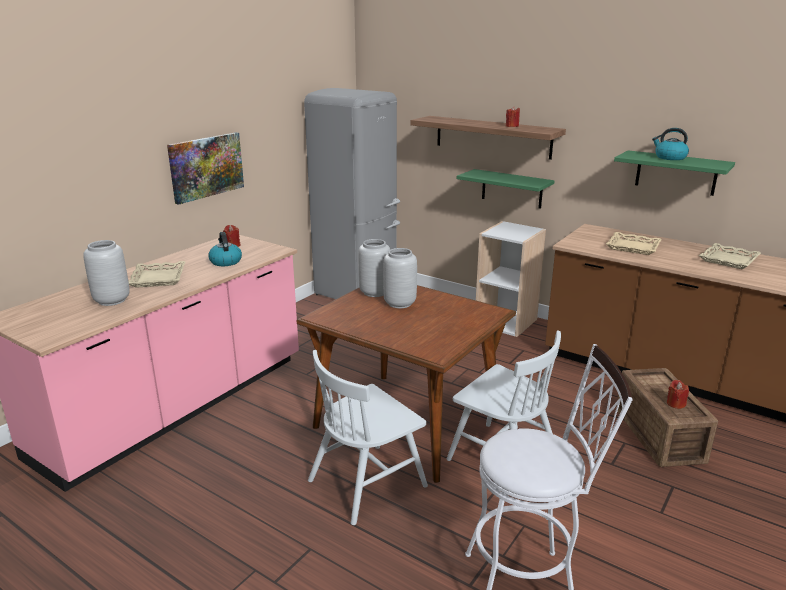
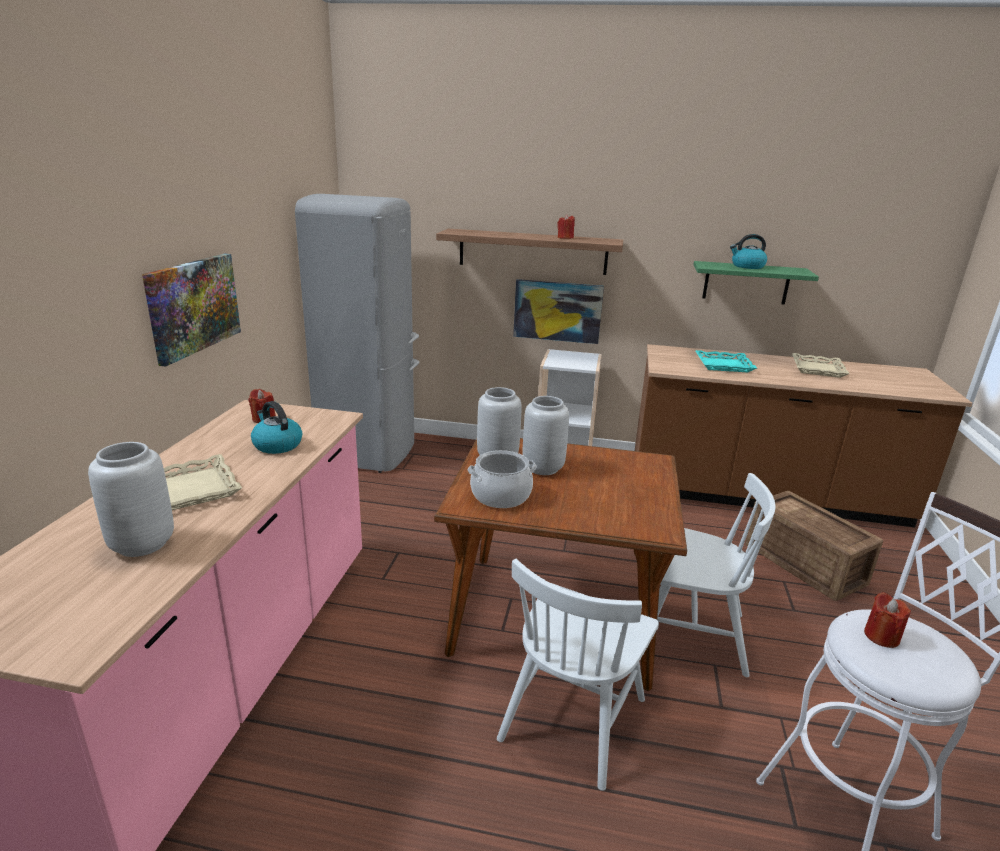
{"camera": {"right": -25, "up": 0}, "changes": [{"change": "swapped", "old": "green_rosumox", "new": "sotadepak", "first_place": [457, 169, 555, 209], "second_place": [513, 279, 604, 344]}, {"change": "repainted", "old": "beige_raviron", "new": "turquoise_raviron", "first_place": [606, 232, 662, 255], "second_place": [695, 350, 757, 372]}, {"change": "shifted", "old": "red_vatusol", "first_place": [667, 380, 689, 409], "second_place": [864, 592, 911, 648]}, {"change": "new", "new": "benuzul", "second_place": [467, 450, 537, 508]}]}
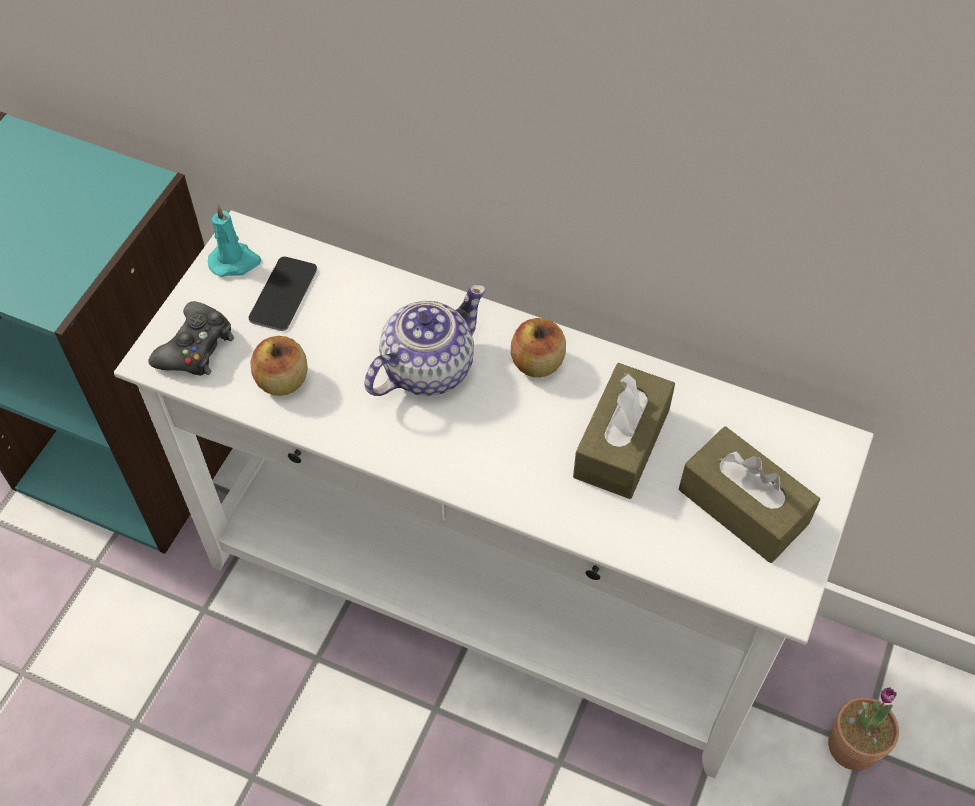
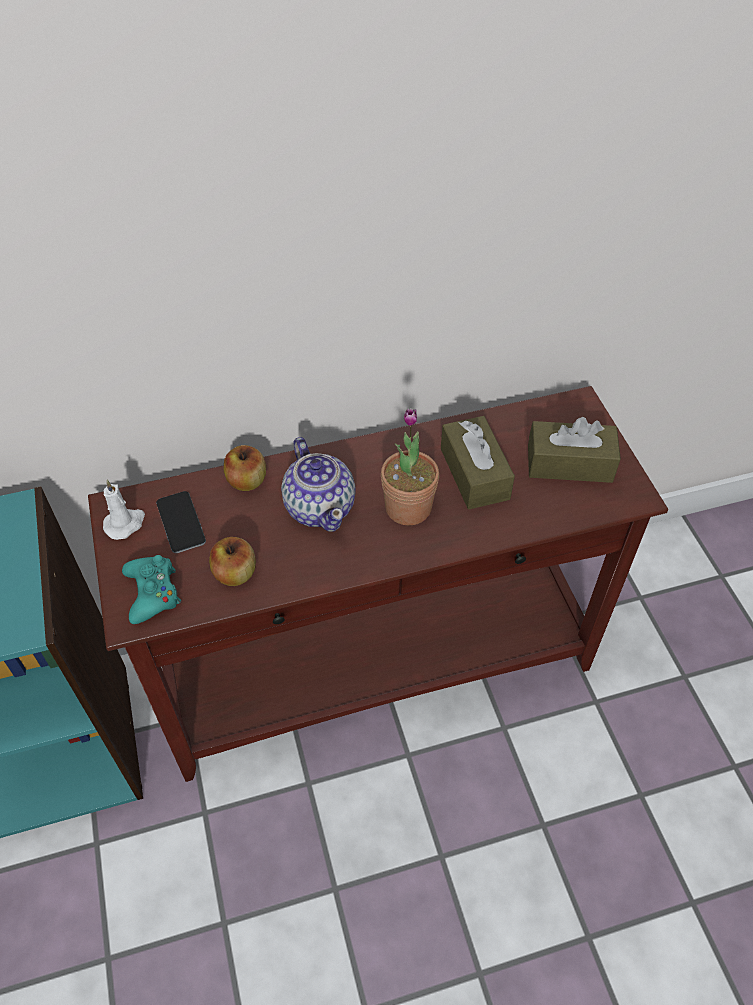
{"camera": {"right": -40, "up": -5}, "changes": [{"change": "repainted", "old": "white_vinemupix", "new": "brown_vinemupix", "first_place": [114, 210, 874, 778], "second_place": [88, 386, 668, 782]}, {"change": "repainted", "old": "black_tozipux", "new": "turquoise_tozipux", "first_place": [148, 301, 234, 376], "second_place": [122, 555, 181, 624]}, {"change": "repainted", "old": "turquoise_vatusol", "new": "white_vatusol", "first_place": [208, 205, 261, 277], "second_place": [103, 480, 145, 540]}, {"change": "rotated", "old": "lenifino", "first_place": [365, 284, 486, 396], "second_place": [281, 437, 356, 532], "degrees": 150}, {"change": "shifted", "old": "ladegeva", "first_place": [511, 318, 566, 377], "second_place": [224, 445, 266, 491]}, {"change": "shifted", "old": "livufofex", "first_place": [828, 687, 899, 770], "second_place": [381, 408, 439, 526]}]}
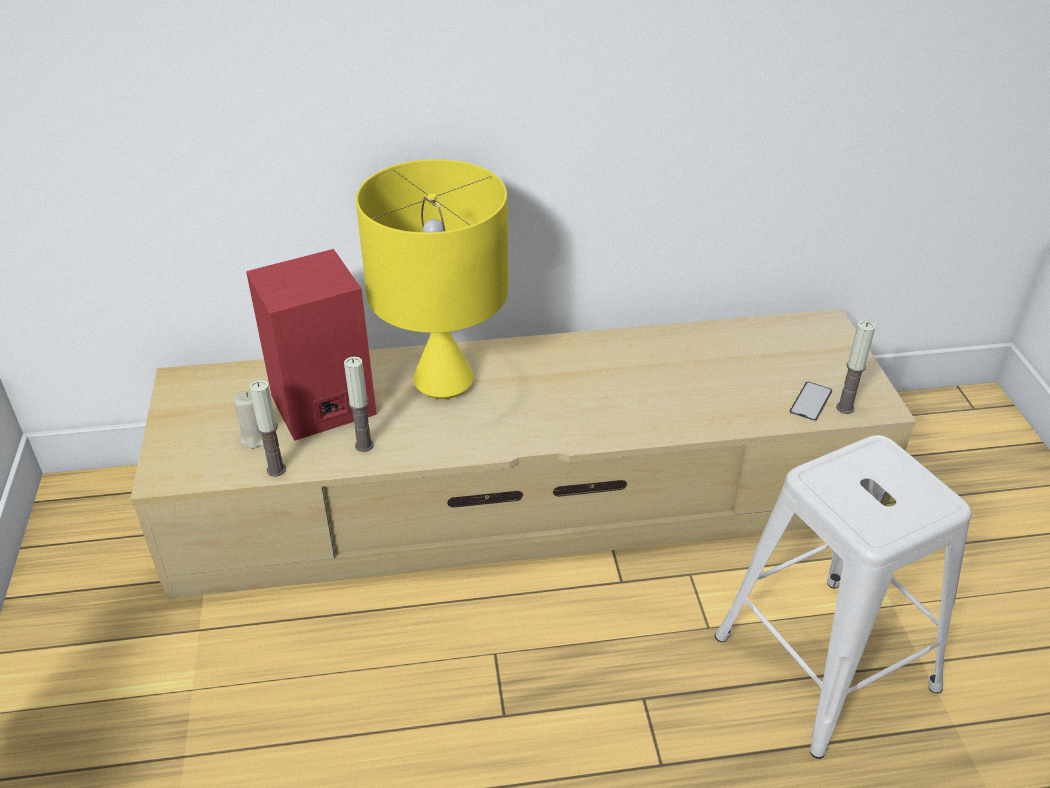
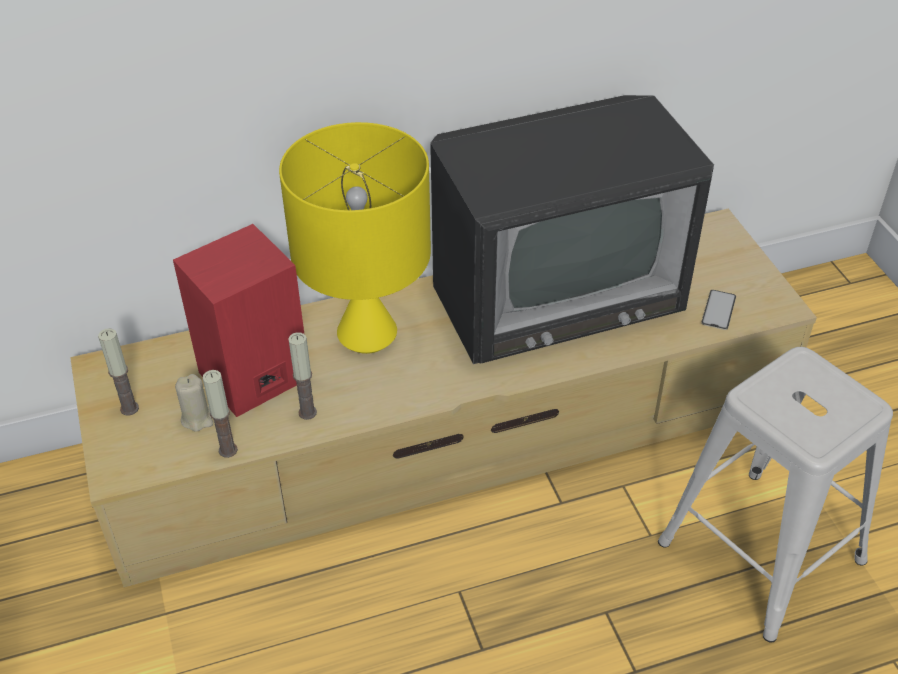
{"camera": {"right": -10, "up": 5}, "changes": [{"change": "shifted", "old": "vatusol", "first_place": [836, 321, 876, 414], "second_place": [98, 328, 139, 416]}, {"change": "new", "new": "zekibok", "second_place": [430, 95, 714, 364]}]}
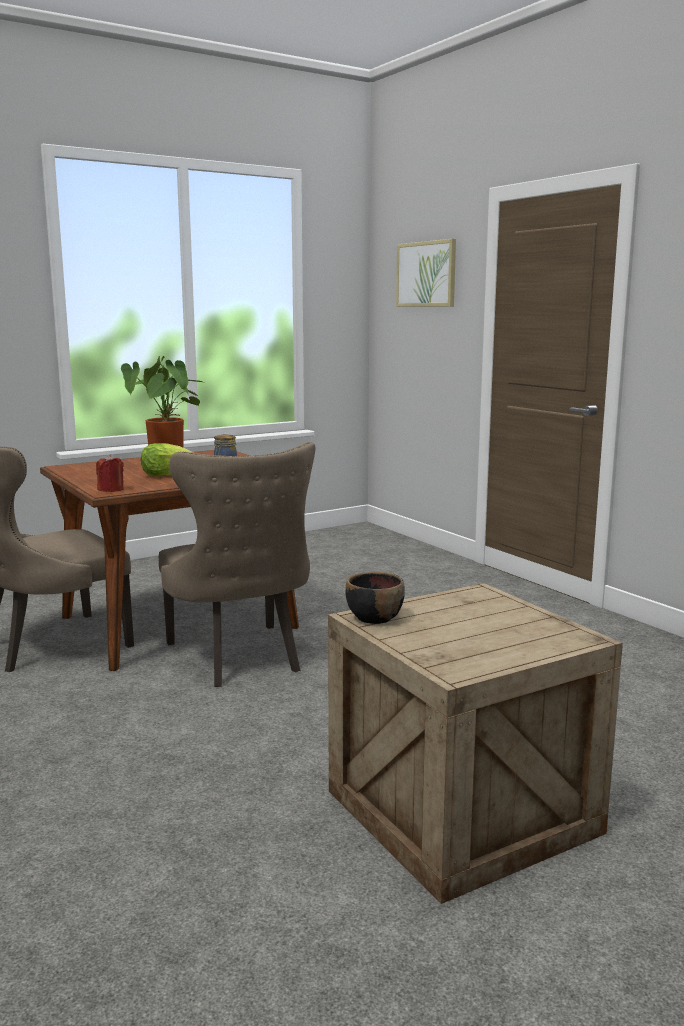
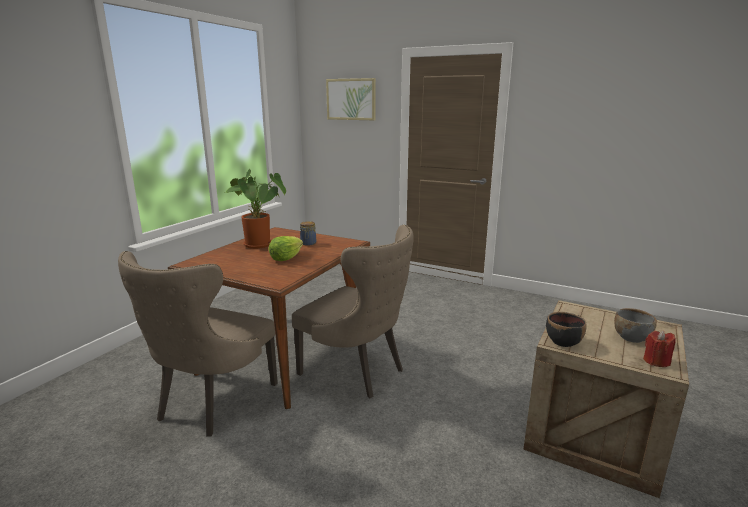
{"camera": {"right": -30, "up": 5}, "changes": [{"change": "shifted", "old": "red_vatusol", "first_place": [96, 454, 124, 492], "second_place": [643, 331, 676, 367]}, {"change": "new", "new": "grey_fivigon", "second_place": [614, 308, 657, 343]}]}
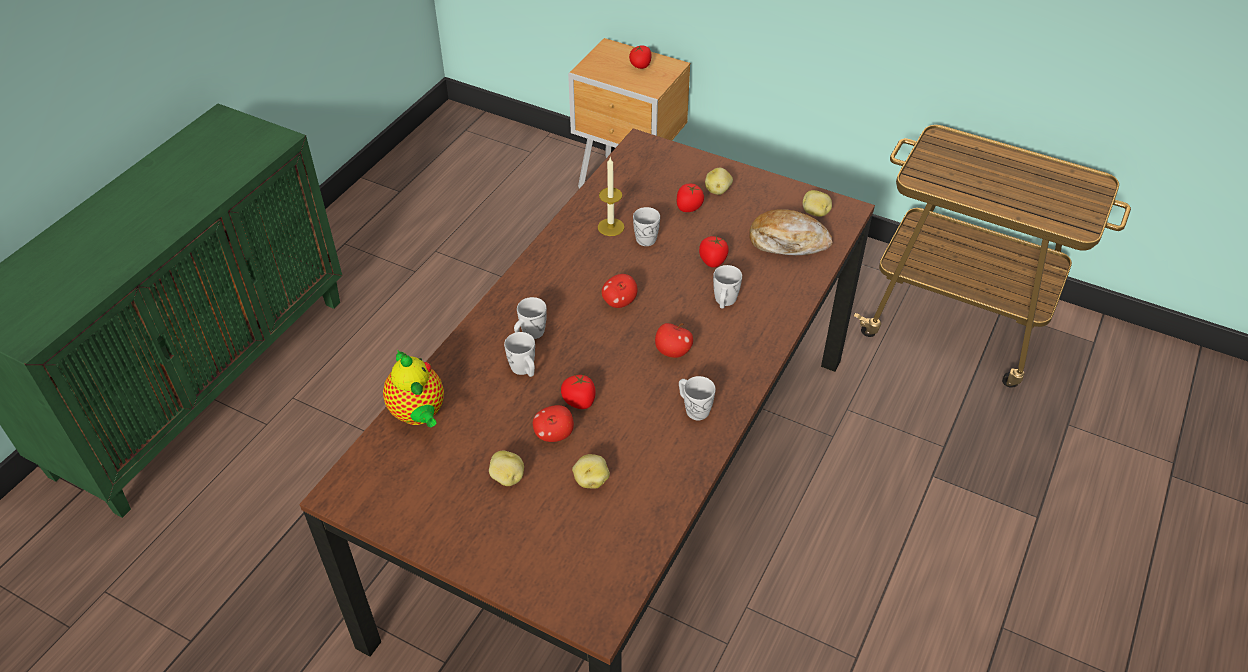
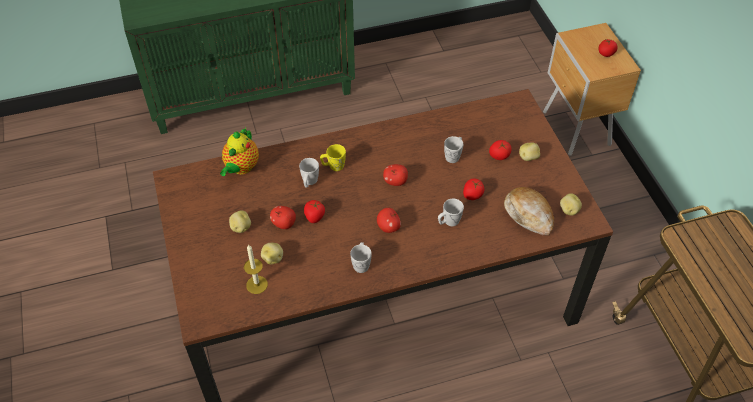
{"camera": {"right": 45, "up": 5}, "changes": [{"change": "repainted", "old": "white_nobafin", "new": "yellow_nobafin", "first_place": [514, 297, 547, 339], "second_place": [320, 144, 346, 171]}, {"change": "shifted", "old": "vatusol", "first_place": [598, 158, 624, 236], "second_place": [244, 245, 268, 294]}]}
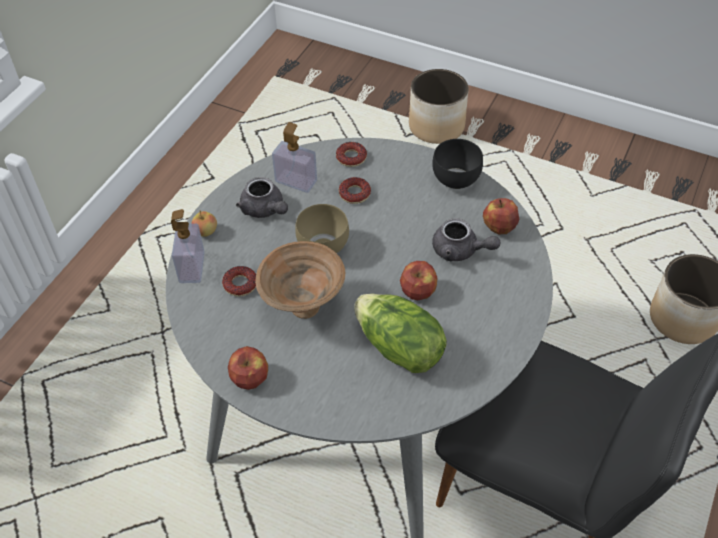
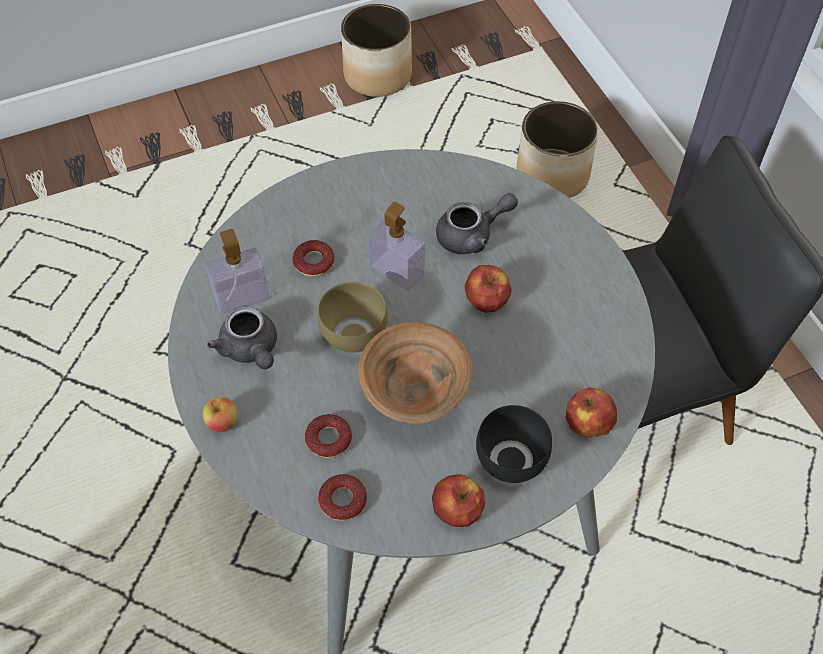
{"camera": {"right": -50, "up": 5}, "changes": [{"change": "shifted", "old": "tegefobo", "first_place": [171, 209, 205, 283], "second_place": [369, 202, 425, 291]}, {"change": "rotated", "old": "grey_lenifino", "first_place": [236, 177, 288, 218], "second_place": [207, 306, 277, 369], "degrees": 60}, {"change": "shifted", "old": "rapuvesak", "first_place": [336, 142, 367, 167], "second_place": [318, 474, 367, 521]}, {"change": "gone", "old": "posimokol", "first_place": [354, 294, 447, 373]}, {"change": "shifted", "old": "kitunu", "first_place": [409, 69, 469, 144], "second_place": [341, 4, 412, 97]}, {"change": "shifted", "old": "black_fivigon", "first_place": [432, 139, 483, 189], "second_place": [476, 405, 552, 483]}, {"change": "shifted", "old": "ladegeva", "first_place": [483, 198, 519, 234], "second_place": [566, 387, 617, 437]}]}
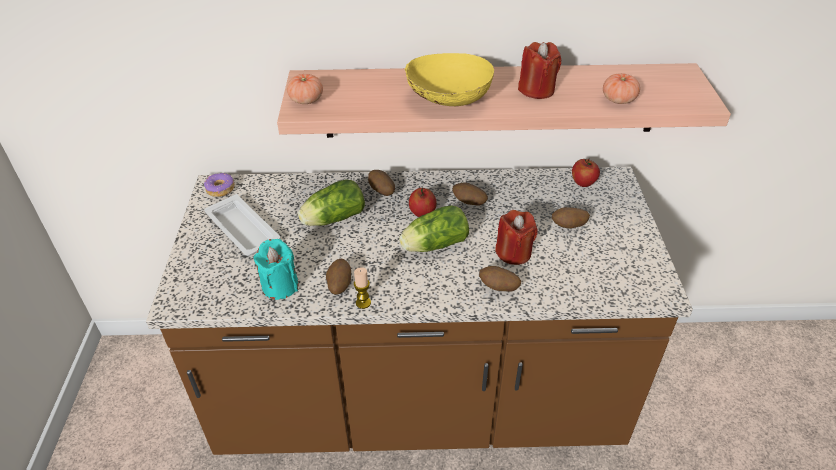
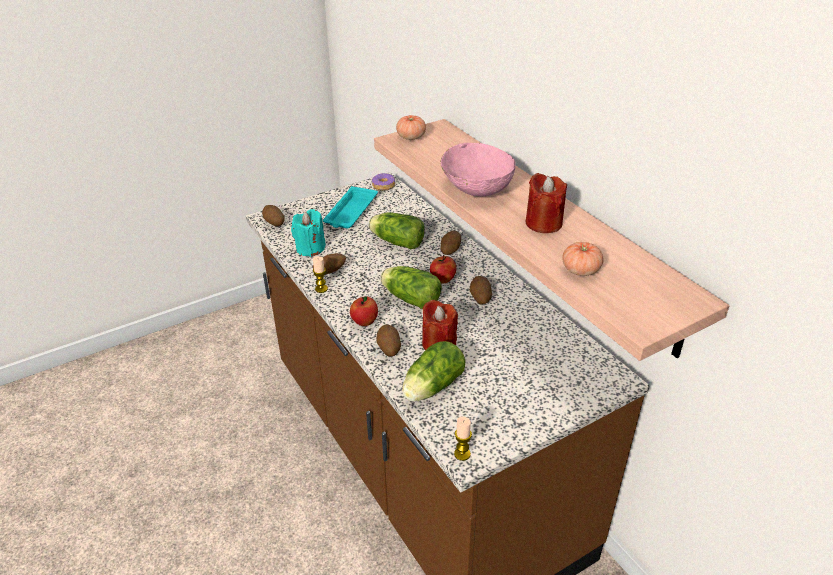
{"camera": {"right": 60, "up": -5}, "changes": [{"change": "repainted", "old": "white_raviron", "new": "turquoise_raviron", "first_place": [204, 194, 280, 256], "second_place": [323, 186, 378, 228]}, {"change": "repainted", "old": "yellow_fivigon", "new": "pink_fivigon", "first_place": [405, 53, 494, 106], "second_place": [440, 143, 516, 196]}, {"change": "shifted", "old": "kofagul", "first_place": [552, 207, 590, 229], "second_place": [262, 205, 285, 227]}, {"change": "shifted", "old": "ladegeva", "first_place": [572, 158, 600, 187], "second_place": [350, 296, 378, 326]}, {"change": "new", "new": "posimokol", "second_place": [402, 341, 466, 401]}, {"change": "new", "new": "vatusol", "second_place": [454, 416, 472, 461]}]}
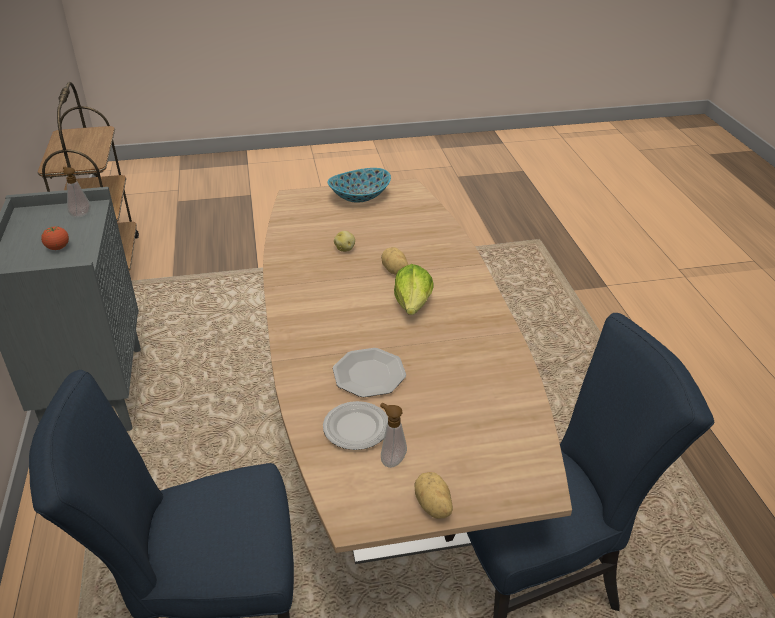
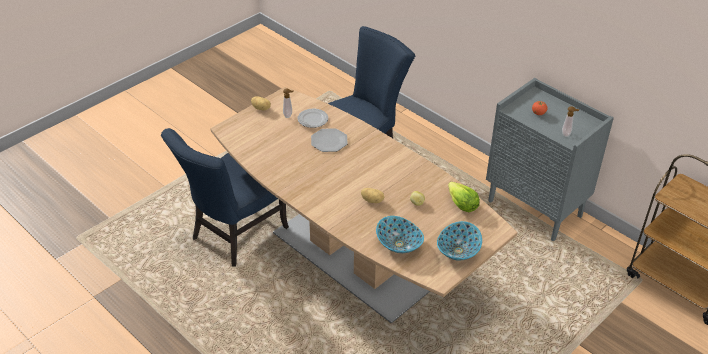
{"camera": {"right": 145, "up": 5}, "changes": [{"change": "shifted", "old": "posimokol", "first_place": [394, 264, 434, 315], "second_place": [448, 181, 480, 212]}, {"change": "new", "new": "fivigon", "second_place": [376, 216, 424, 253]}]}
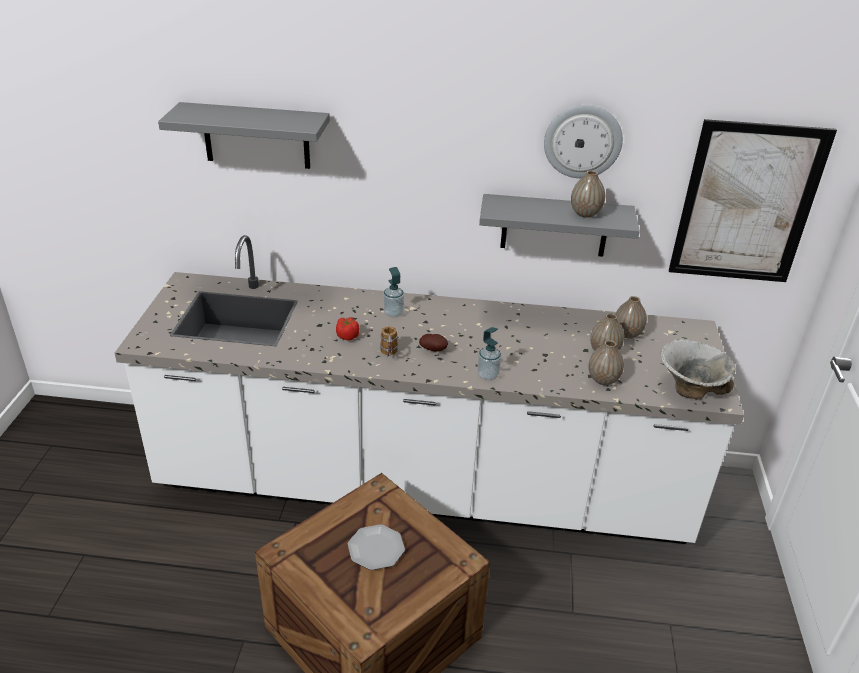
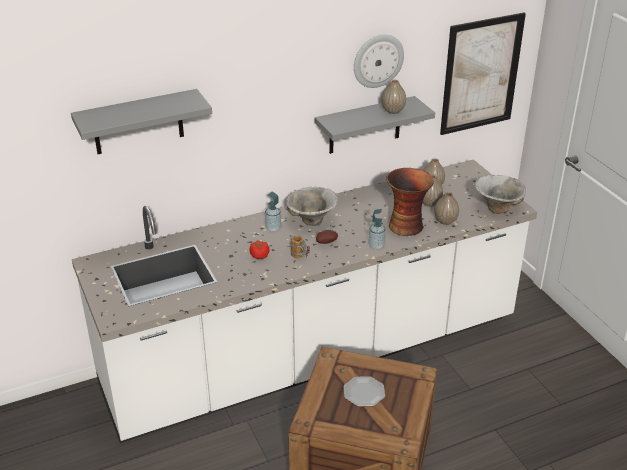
{"camera": {"right": -30, "up": 0}, "changes": [{"change": "new", "new": "fivigon", "second_place": [286, 187, 338, 226]}, {"change": "new", "new": "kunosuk", "second_place": [386, 168, 434, 236]}]}
